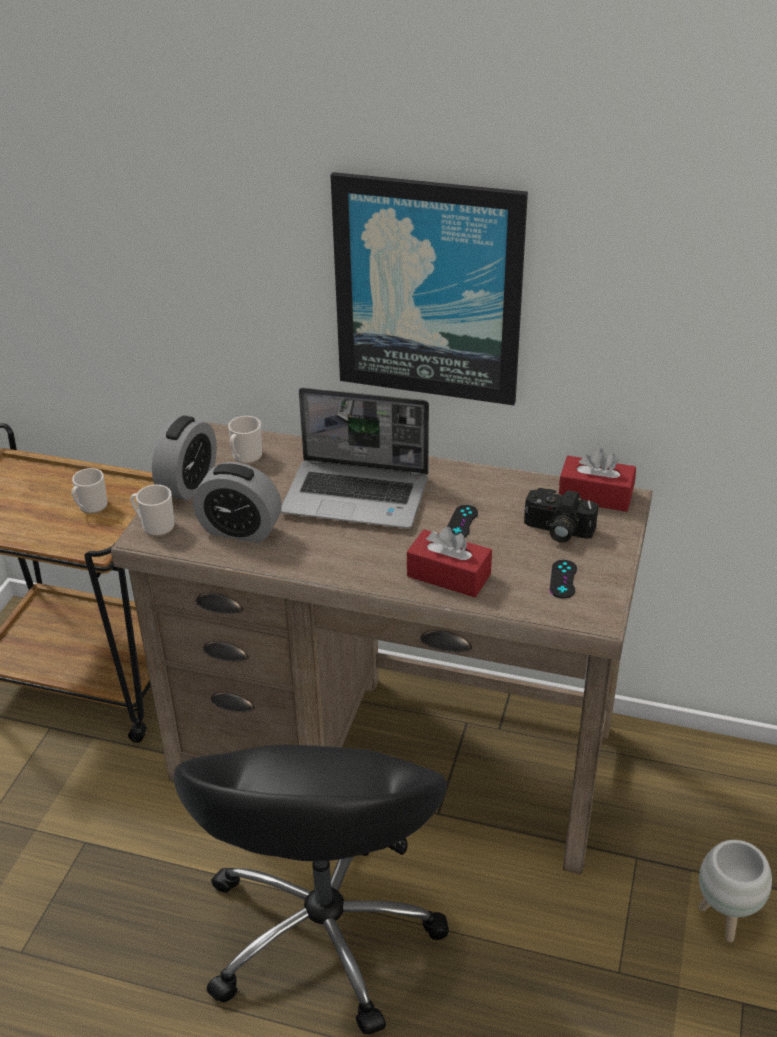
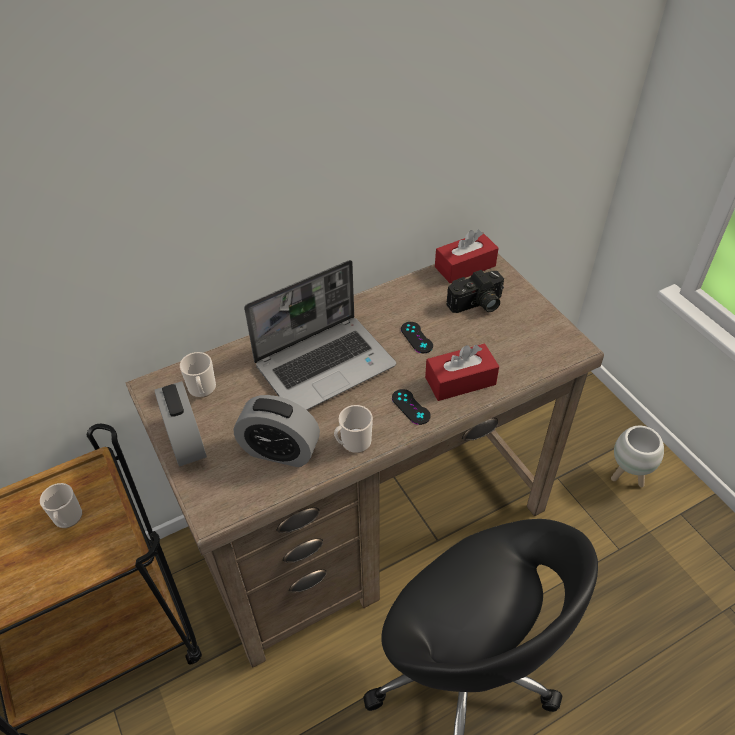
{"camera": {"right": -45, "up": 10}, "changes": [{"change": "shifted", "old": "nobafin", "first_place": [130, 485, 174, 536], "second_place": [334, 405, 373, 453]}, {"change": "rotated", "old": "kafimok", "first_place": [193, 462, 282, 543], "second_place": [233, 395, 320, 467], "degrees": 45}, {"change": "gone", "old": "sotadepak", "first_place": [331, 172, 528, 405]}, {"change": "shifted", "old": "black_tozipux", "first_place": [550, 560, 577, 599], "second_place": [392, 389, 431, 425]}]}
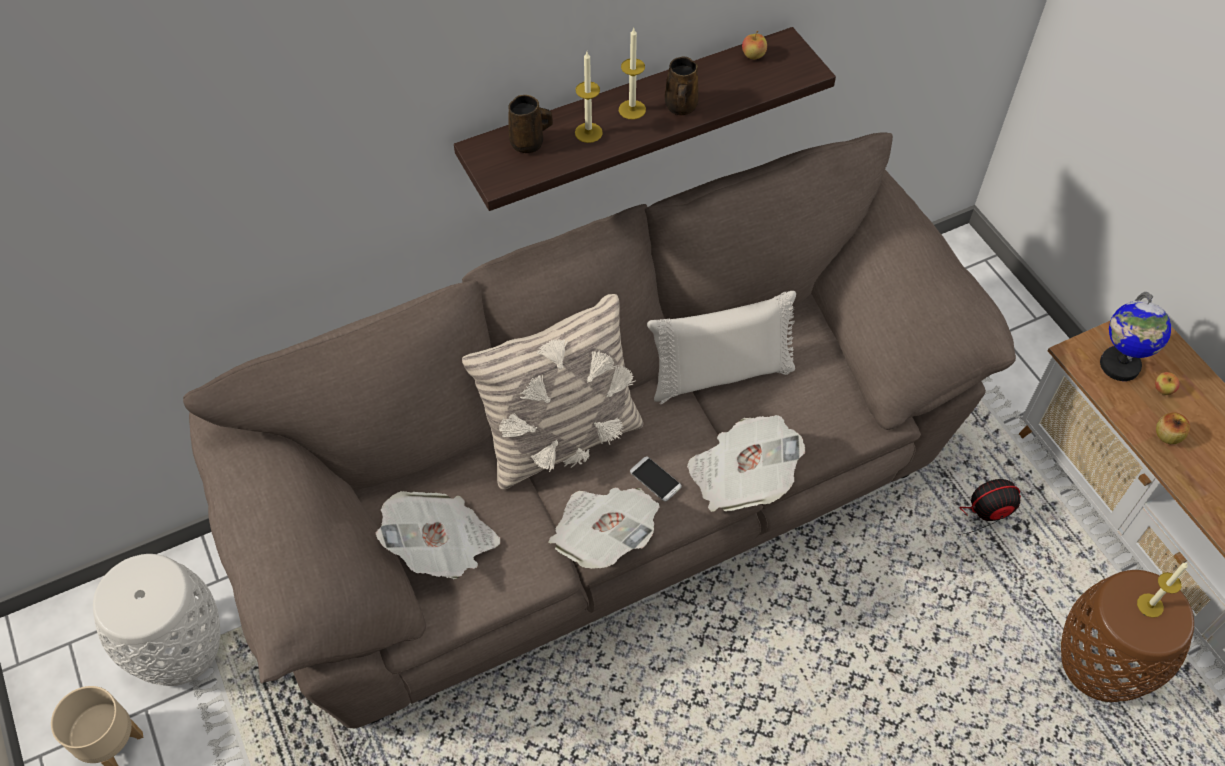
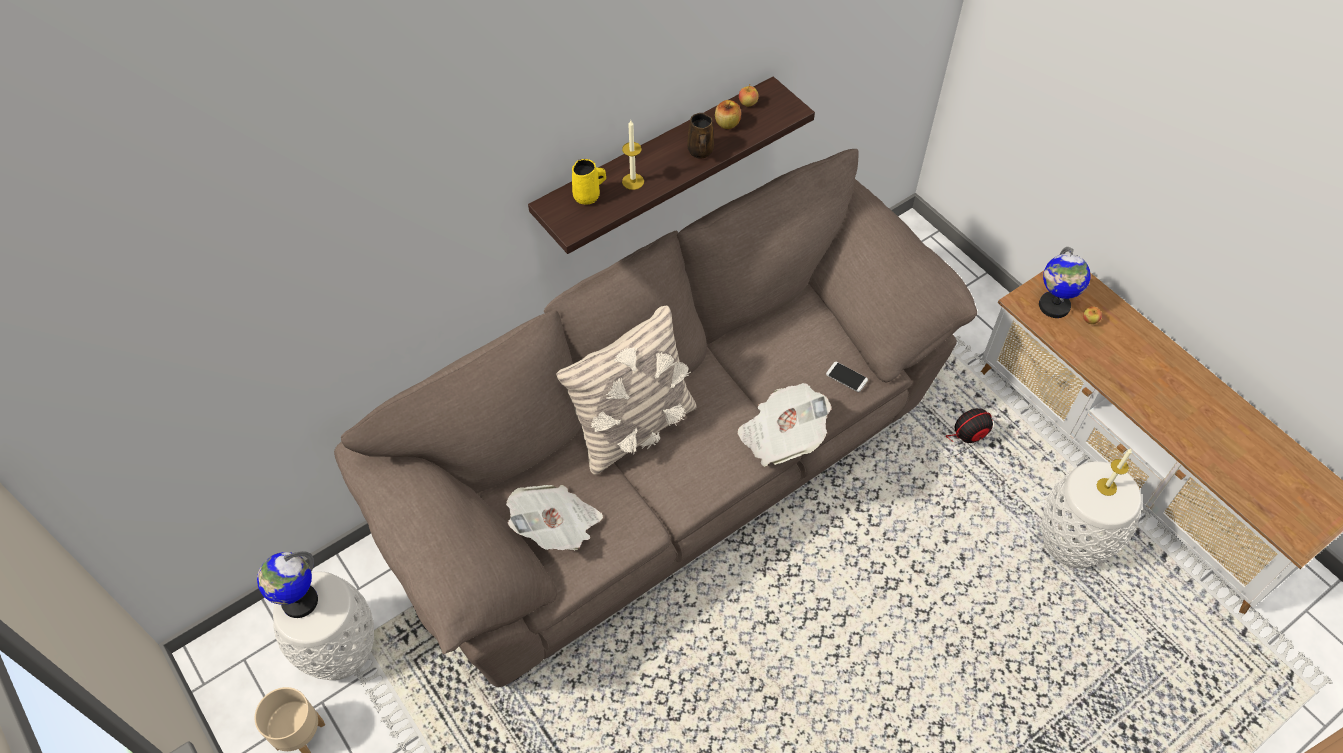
{"camera": {"right": -10, "up": 0}, "changes": [{"change": "repainted", "old": "brown_nobafin", "new": "yellow_nobafin", "first_place": [508, 95, 553, 153], "second_place": [572, 159, 606, 205]}, {"change": "gone", "old": "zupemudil", "first_place": [548, 487, 659, 569]}, {"change": "gone", "old": "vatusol", "first_place": [619, 28, 646, 119]}, {"change": "shifted", "old": "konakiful", "first_place": [630, 457, 682, 501], "second_place": [826, 362, 868, 392]}, {"change": "gone", "old": "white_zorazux", "first_place": [647, 291, 796, 404]}, {"change": "repainted", "old": "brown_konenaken", "new": "white_konenaken", "first_place": [1061, 570, 1194, 702], "second_place": [1042, 461, 1142, 568]}, {"change": "shifted", "old": "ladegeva", "first_place": [1156, 412, 1190, 444], "second_place": [715, 100, 741, 129]}, {"change": "new", "new": "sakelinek", "second_place": [257, 551, 318, 618]}]}
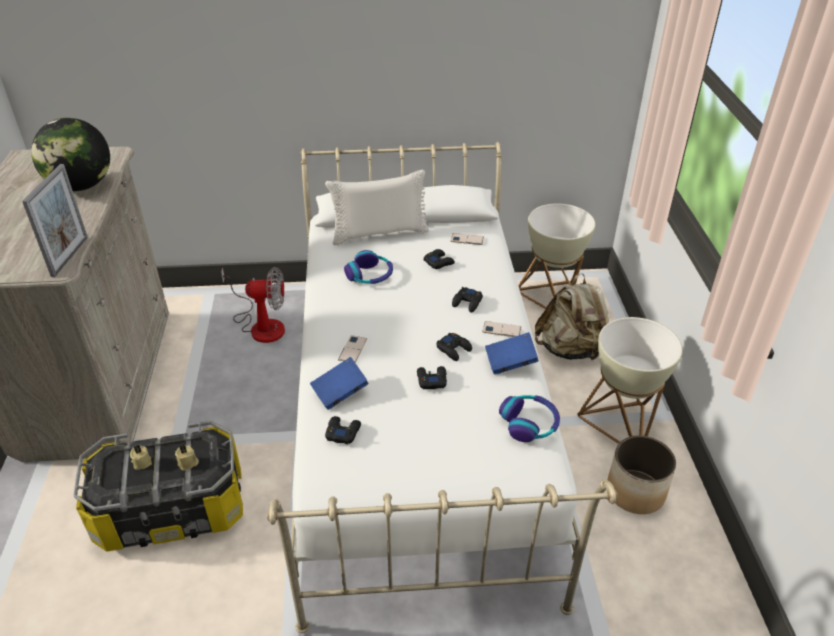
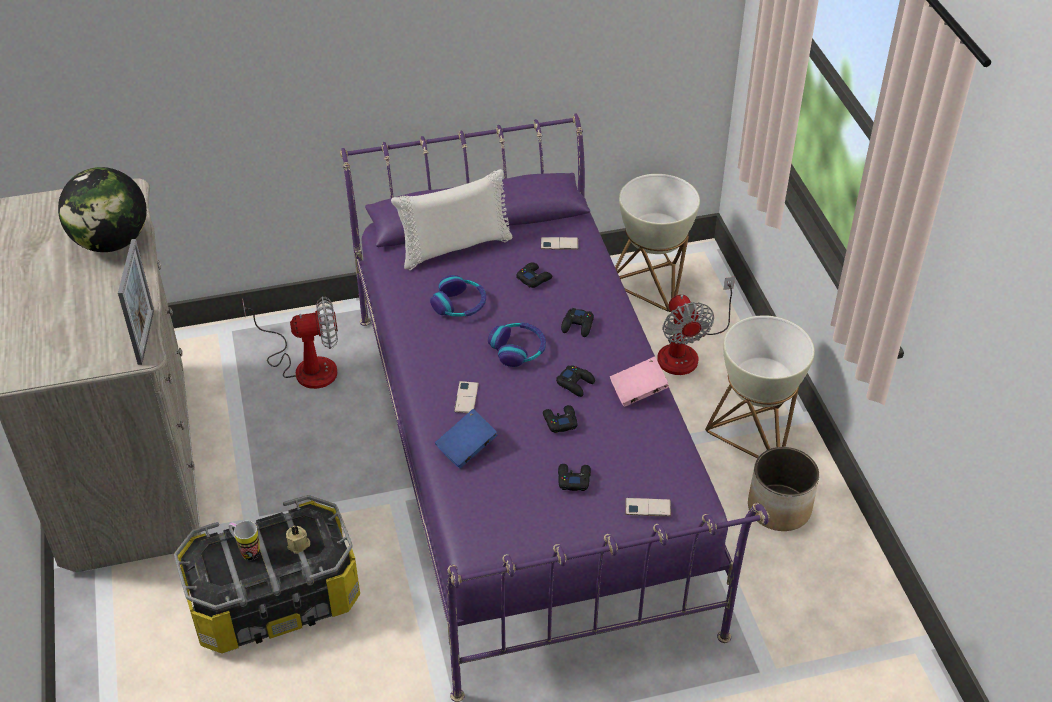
{"camera": {"right": -10, "up": 5}, "changes": [{"change": "swapped", "old": "beige_vatusol", "new": "nobafin", "first_place": [130, 445, 152, 470], "second_place": [228, 521, 260, 561]}, {"change": "repainted", "old": "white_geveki", "new": "purple_geveki", "first_place": [267, 142, 617, 633], "second_place": [340, 114, 769, 702]}, {"change": "shifted", "old": "black_tozipux", "first_place": [325, 416, 361, 444], "second_place": [558, 464, 591, 491]}, {"change": "shifted", "old": "konakiful", "first_place": [482, 321, 521, 337], "second_place": [626, 498, 671, 517]}, {"change": "repainted", "old": "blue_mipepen", "new": "pink_mipepen", "first_place": [485, 332, 539, 375], "second_place": [610, 357, 669, 407]}, {"change": "shifted", "old": "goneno", "first_place": [499, 395, 560, 442], "second_place": [488, 322, 546, 367]}, {"change": "swapped", "old": "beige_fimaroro", "new": "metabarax", "first_place": [535, 273, 609, 362], "second_place": [657, 276, 735, 375]}]}
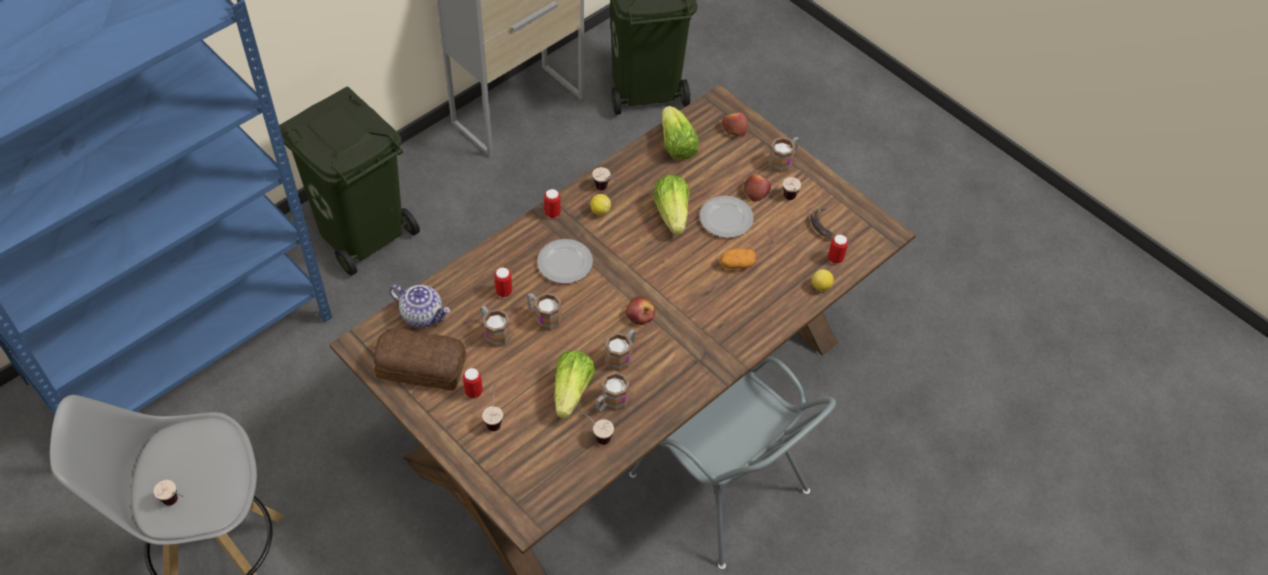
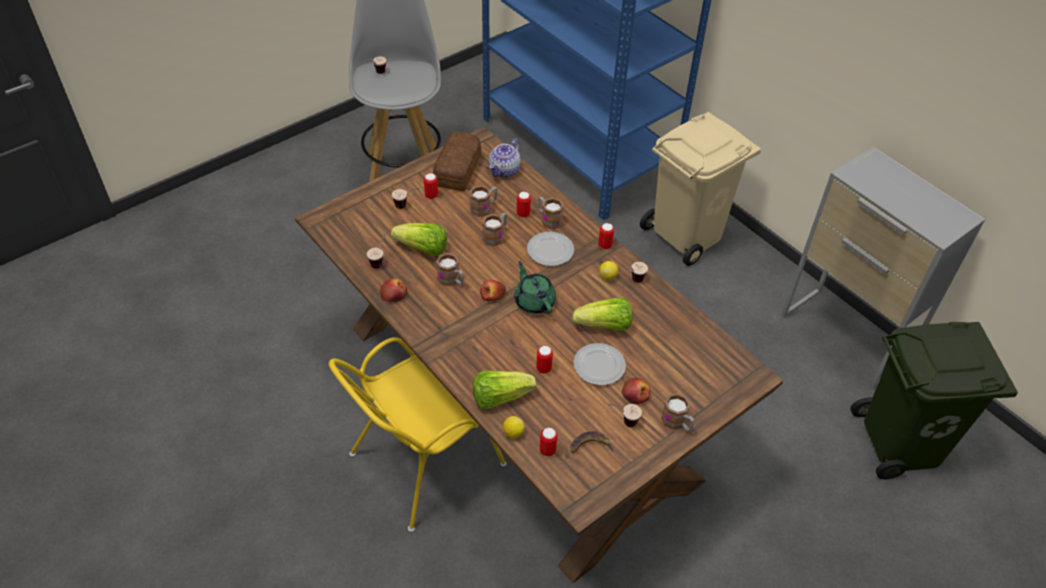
{"camera": {"right": 95, "up": -5}, "changes": [{"change": "repainted", "old": "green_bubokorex", "new": "beige_bubokorex", "first_place": [279, 86, 420, 276], "second_place": [640, 112, 761, 266]}, {"change": "shifted", "old": "nobafin", "first_place": [596, 372, 630, 412], "second_place": [538, 197, 564, 230]}, {"change": "repainted", "old": "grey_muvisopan", "new": "yellow_muvisopan", "first_place": [629, 357, 836, 569], "second_place": [329, 337, 507, 532]}, {"change": "shifted", "old": "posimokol", "first_place": [662, 106, 699, 160], "second_place": [473, 371, 536, 409]}, {"change": "swapped", "old": "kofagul", "new": "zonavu", "first_place": [720, 248, 756, 269], "second_place": [536, 346, 553, 373]}, {"change": "shifted", "old": "ladegeva", "first_place": [722, 112, 748, 137], "second_place": [380, 278, 407, 302]}, {"change": "new", "new": "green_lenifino", "second_place": [514, 261, 556, 314]}]}
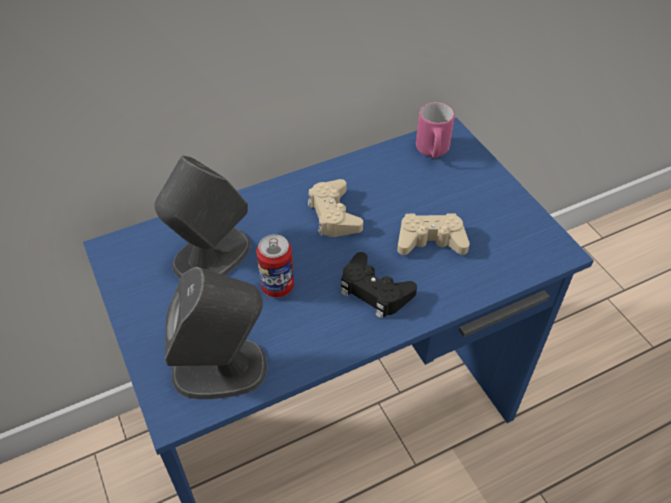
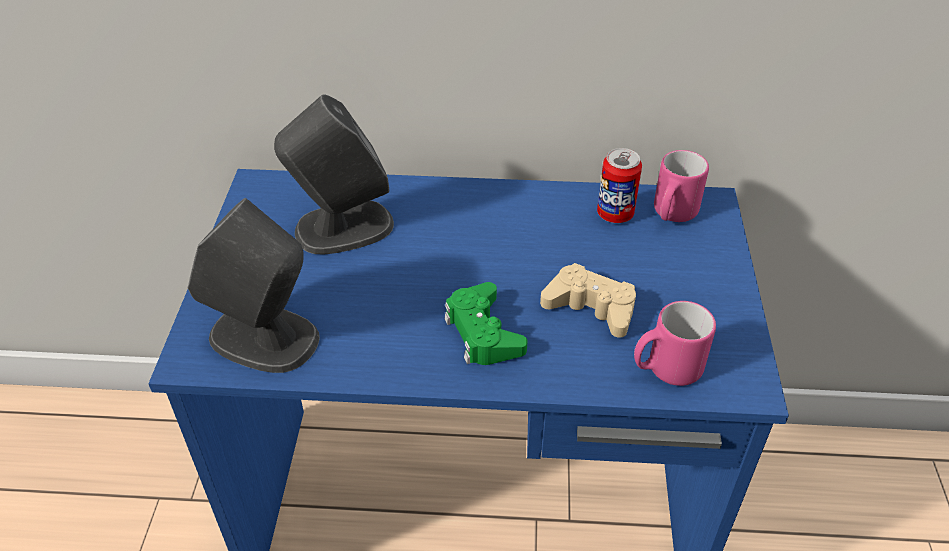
{"camera": {"right": 30, "up": -5}, "changes": [{"change": "shifted", "old": "zonavu", "first_place": [256, 234, 294, 298], "second_place": [597, 148, 642, 223]}, {"change": "gone", "old": "beige_tozipux", "first_place": [308, 179, 363, 237]}, {"change": "repainted", "old": "black_tozipux", "new": "green_tozipux", "first_place": [341, 252, 417, 319], "second_place": [445, 282, 528, 365]}, {"change": "new", "new": "pink_nobafin", "second_place": [634, 301, 716, 386]}]}
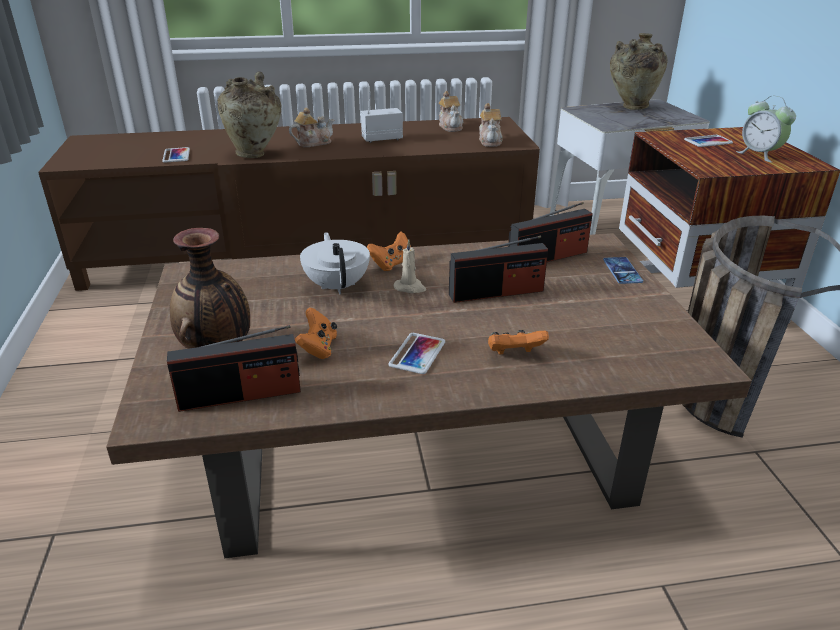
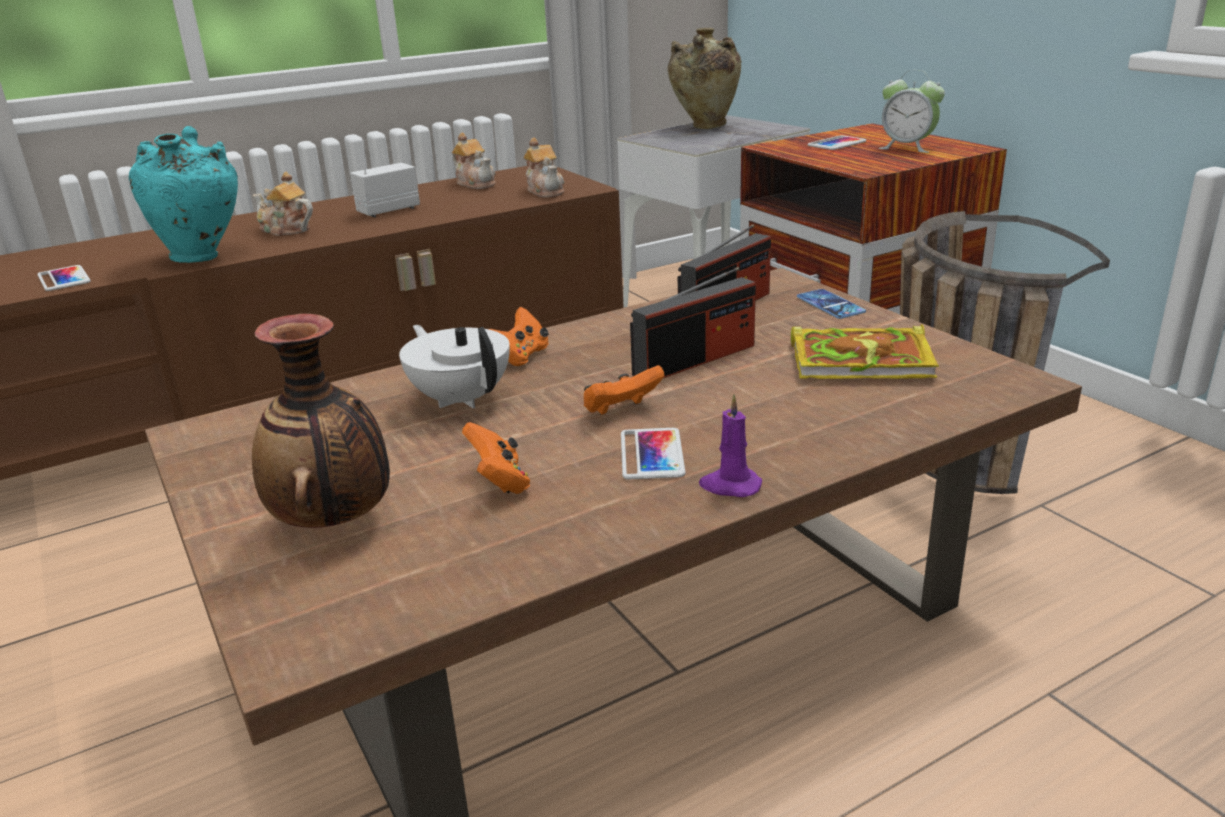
{"camera": {"right": -20, "up": -5}, "changes": [{"change": "gone", "old": "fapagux", "first_place": [167, 325, 301, 412]}, {"change": "repainted", "old": "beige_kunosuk", "new": "turquoise_kunosuk", "first_place": [217, 72, 282, 158], "second_place": [129, 126, 238, 263]}, {"change": "rotated", "old": "lenifino", "first_place": [289, 108, 335, 147], "second_place": [252, 172, 313, 236], "degrees": -105}, {"change": "gone", "old": "beige_vatusol", "first_place": [394, 239, 426, 293]}, {"change": "shifted", "old": "orange_tozipux", "first_place": [488, 330, 549, 355], "second_place": [584, 365, 665, 415]}, {"change": "new", "new": "purple_vatusol", "second_place": [699, 394, 762, 497]}, {"change": "new", "new": "mipepen", "second_place": [791, 324, 939, 379]}]}
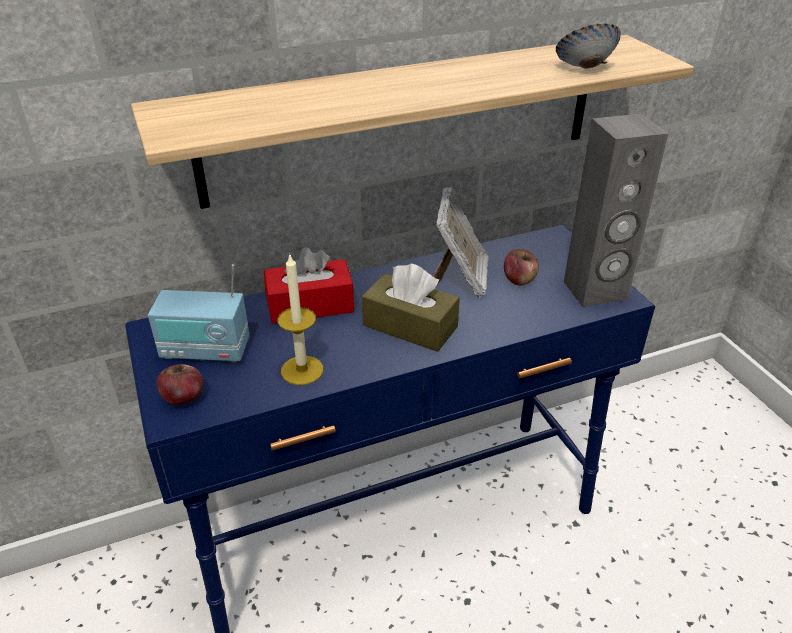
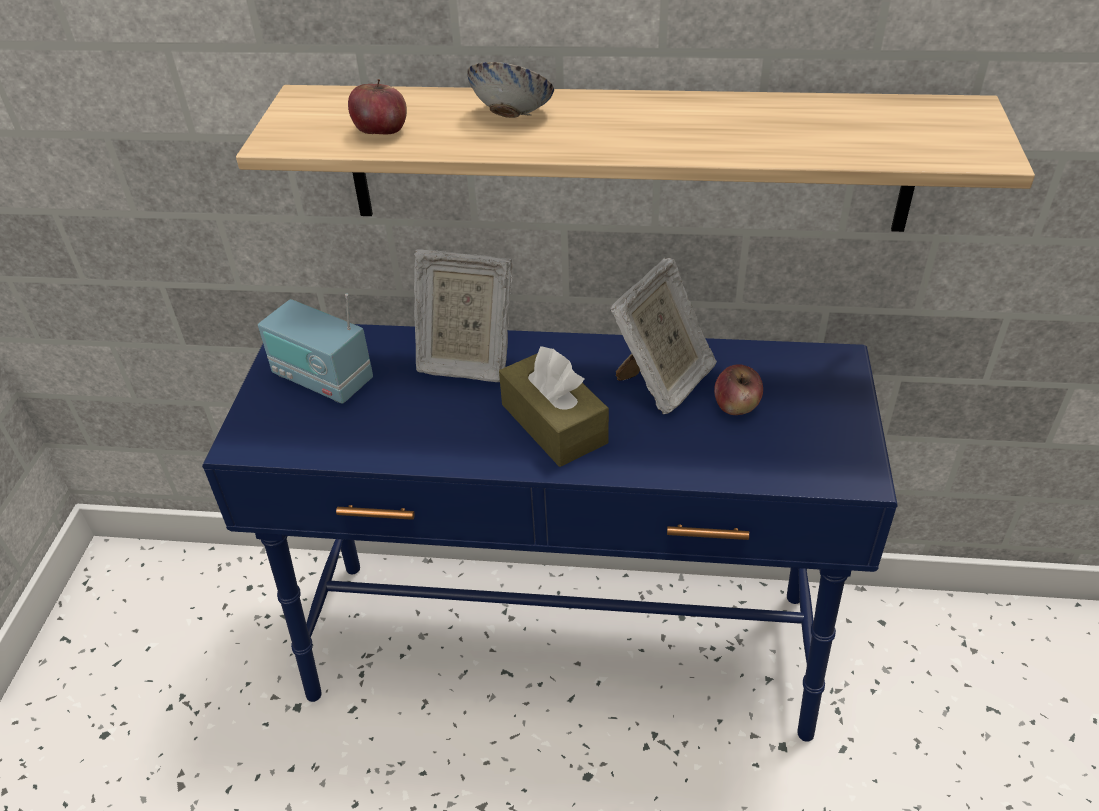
{"camera": {"right": 30, "up": 5}, "changes": [{"change": "shifted", "old": "ladegeva", "first_place": [157, 364, 203, 405], "second_place": [348, 79, 407, 134]}, {"change": "swapped", "old": "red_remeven", "new": "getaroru", "first_place": [264, 247, 354, 324], "second_place": [414, 250, 513, 382]}, {"change": "gone", "old": "vatusol", "first_place": [278, 255, 323, 385]}, {"change": "shifted", "old": "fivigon", "first_place": [556, 23, 621, 69], "second_place": [467, 62, 554, 118]}, {"change": "gone", "old": "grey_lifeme", "first_place": [564, 114, 668, 307]}]}
